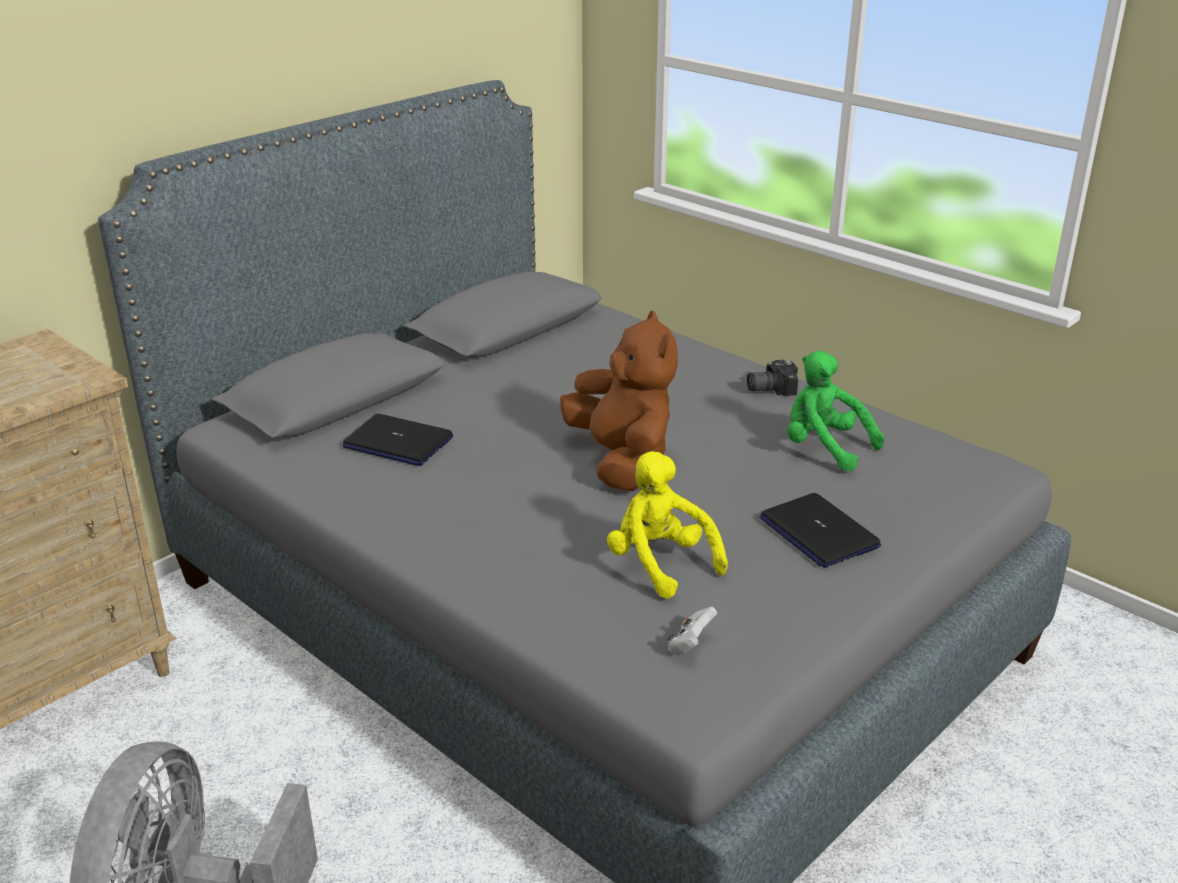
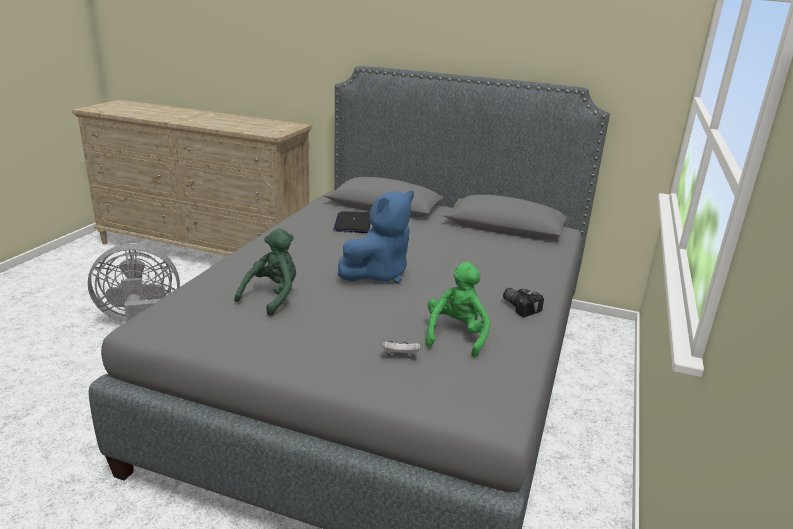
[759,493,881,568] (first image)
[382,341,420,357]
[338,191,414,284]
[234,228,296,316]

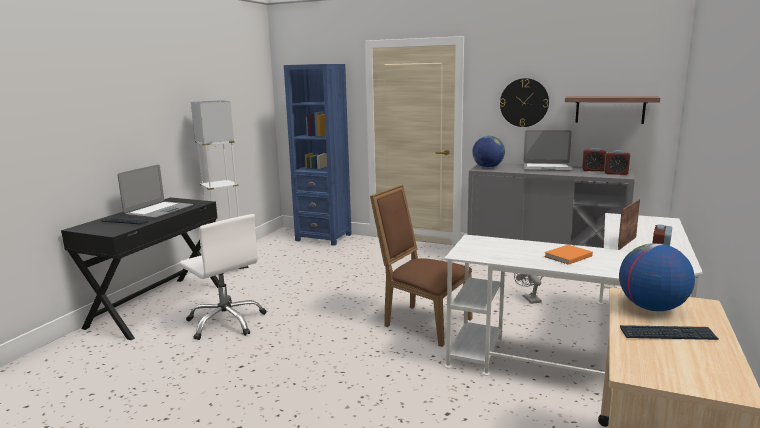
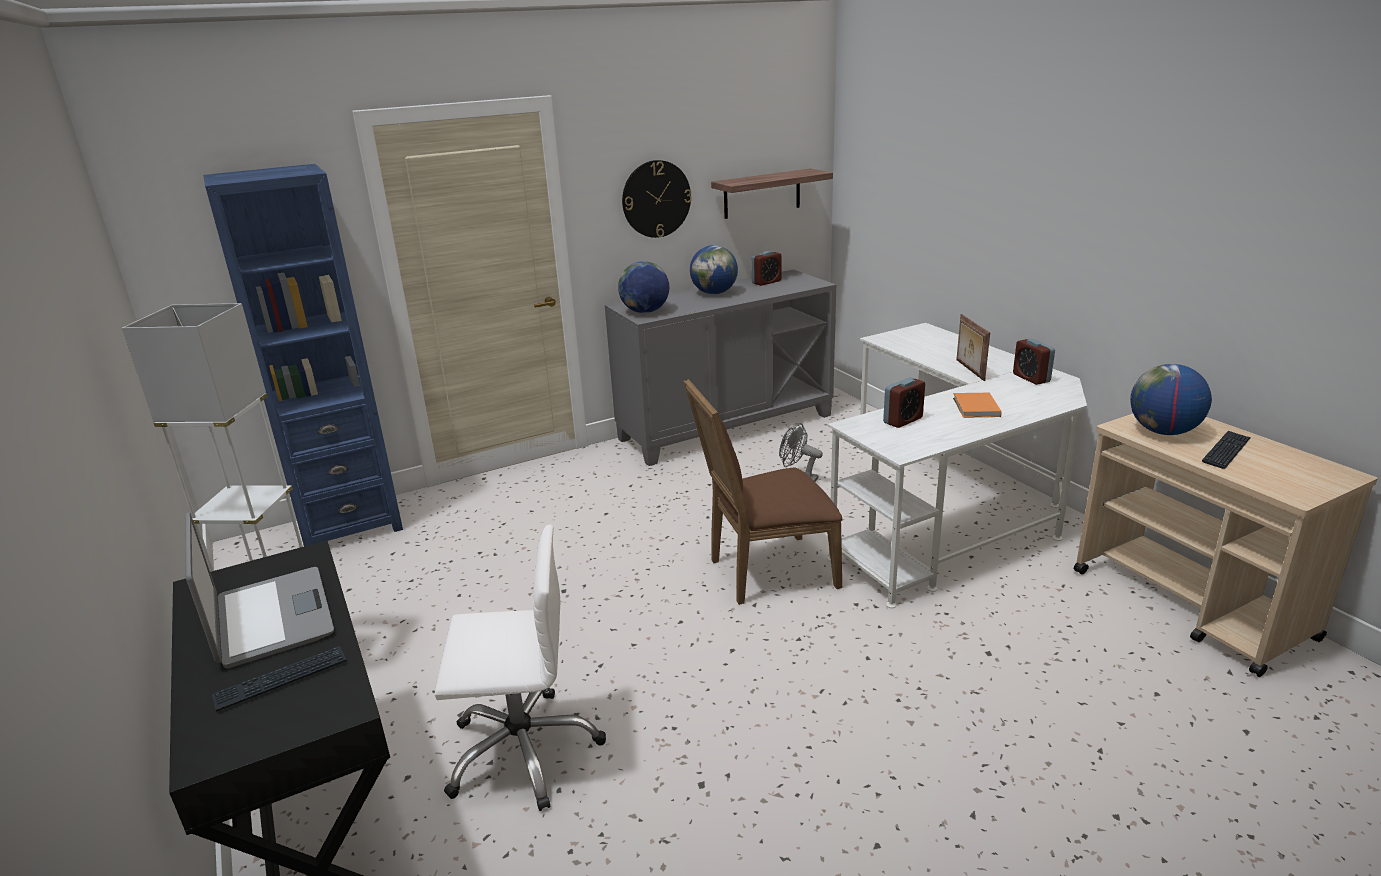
[883,377,925,428]
[690,245,738,294]

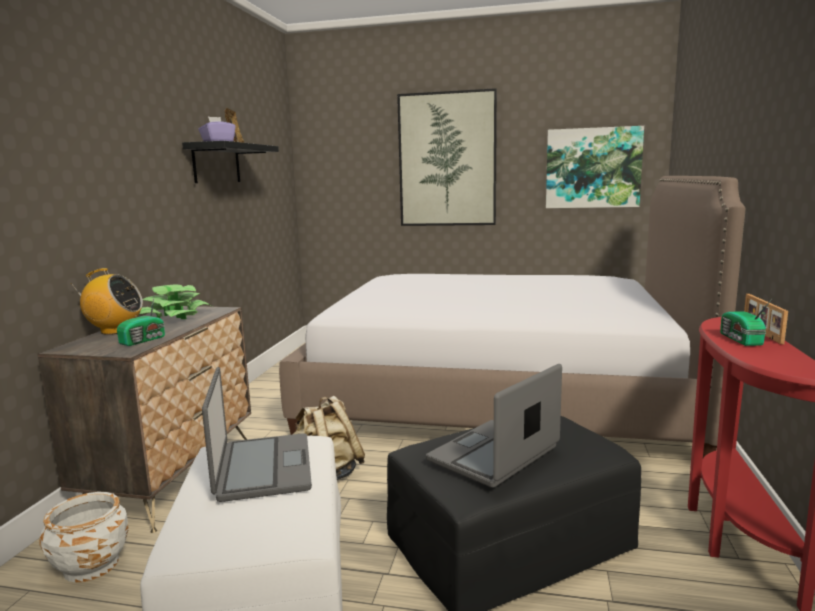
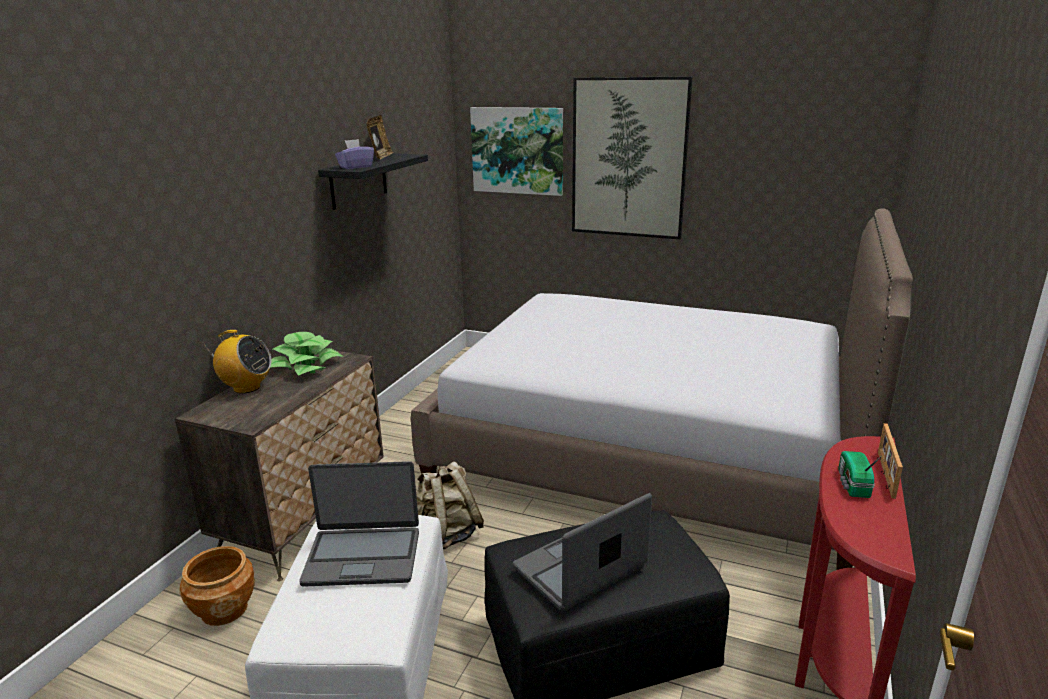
[117,298,165,346] (first image)
[470,107,563,196]
[179,546,255,626]
[299,461,419,587]

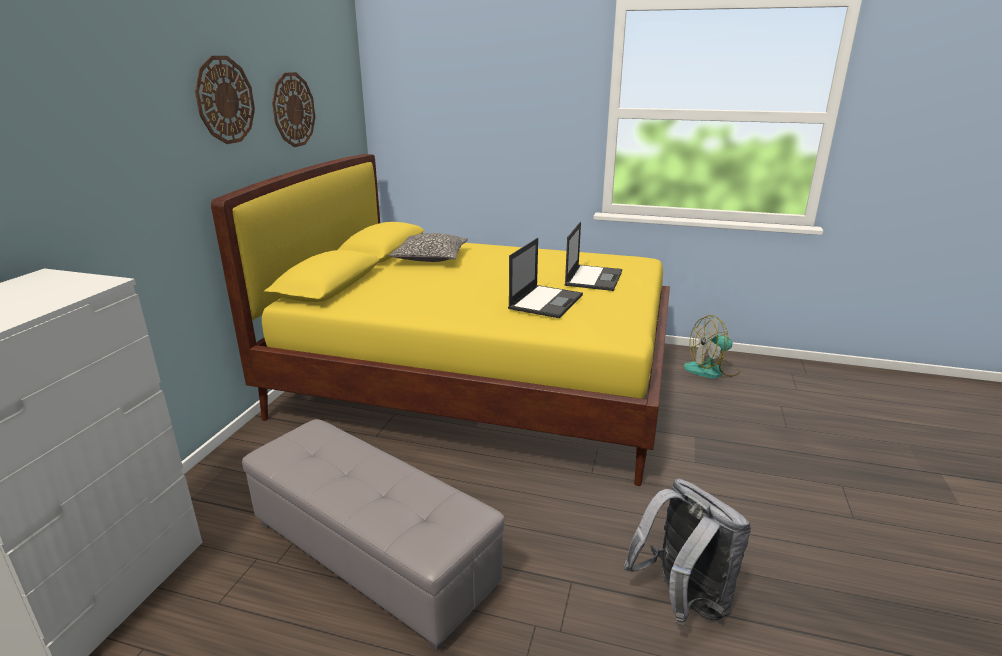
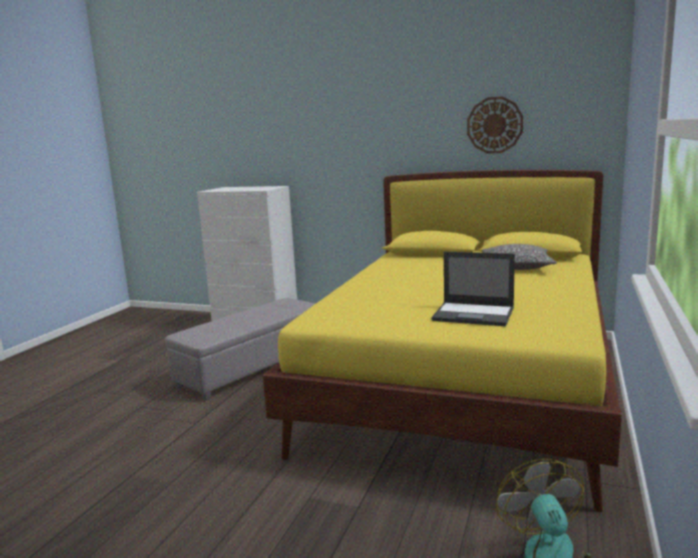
[195,56,255,144] (first image)
[508,238,583,318] (first image)
[624,478,751,625] (first image)

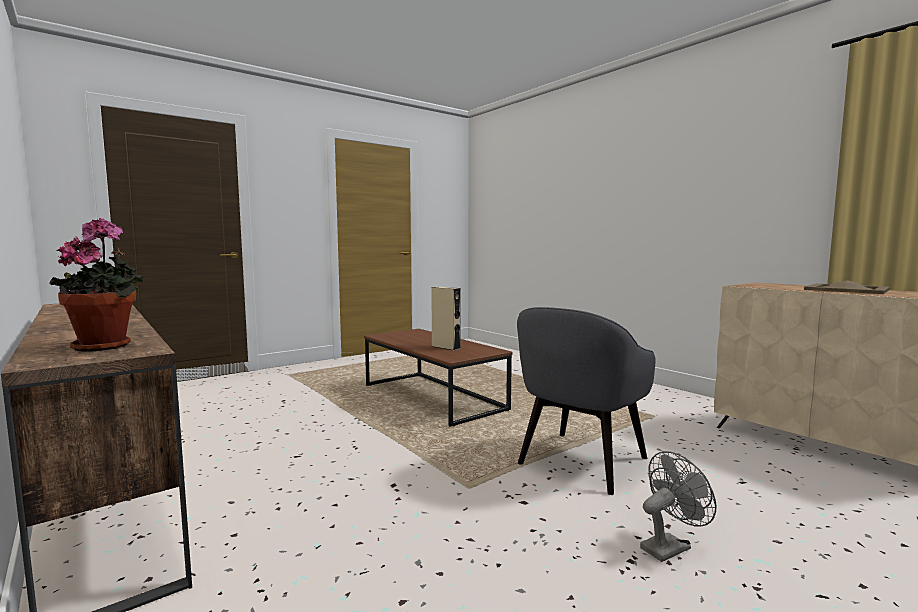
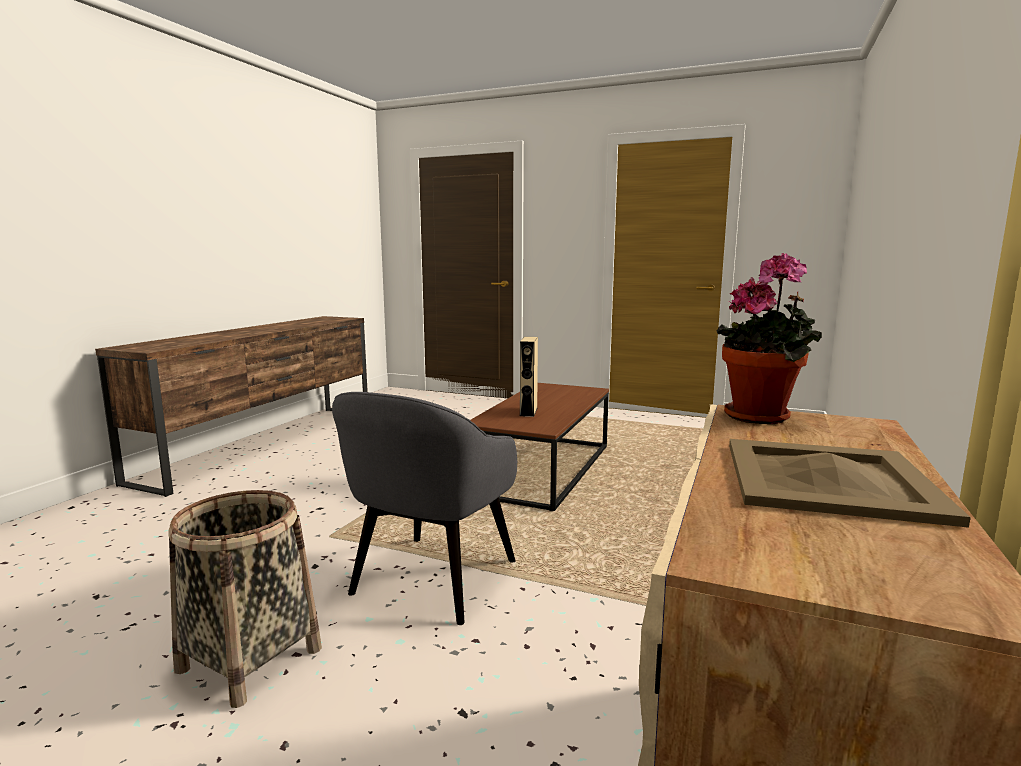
[717,253,822,424]
[168,490,322,708]
[332,392,517,625]

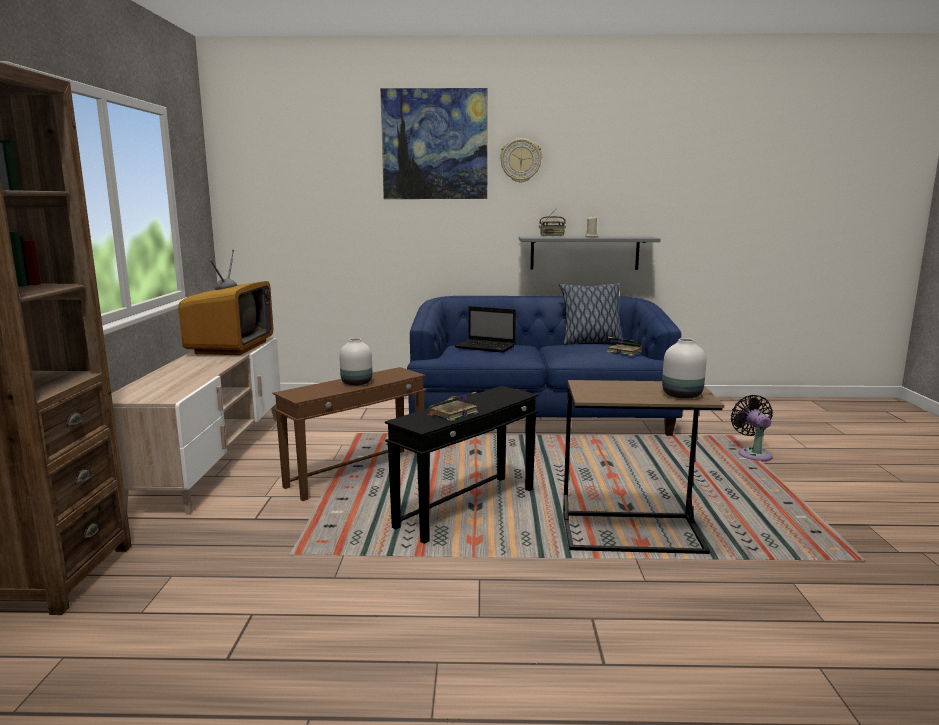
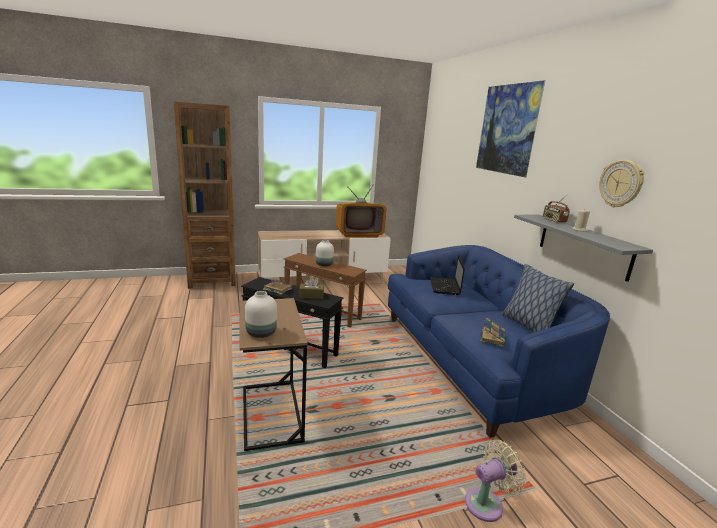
[299,277,324,299]
[599,160,645,207]
[465,440,526,522]

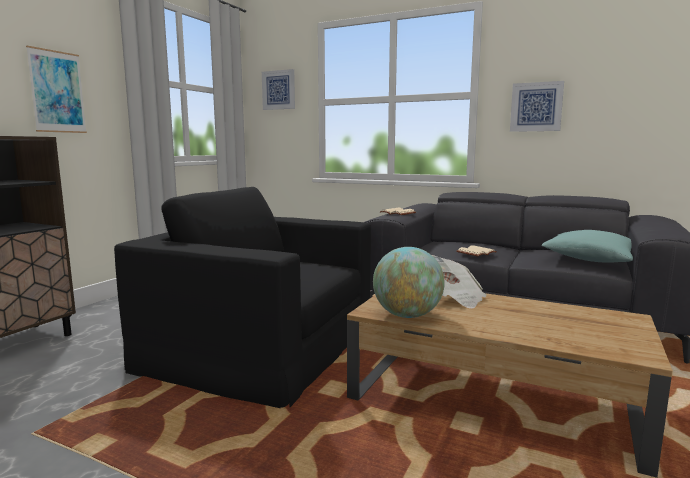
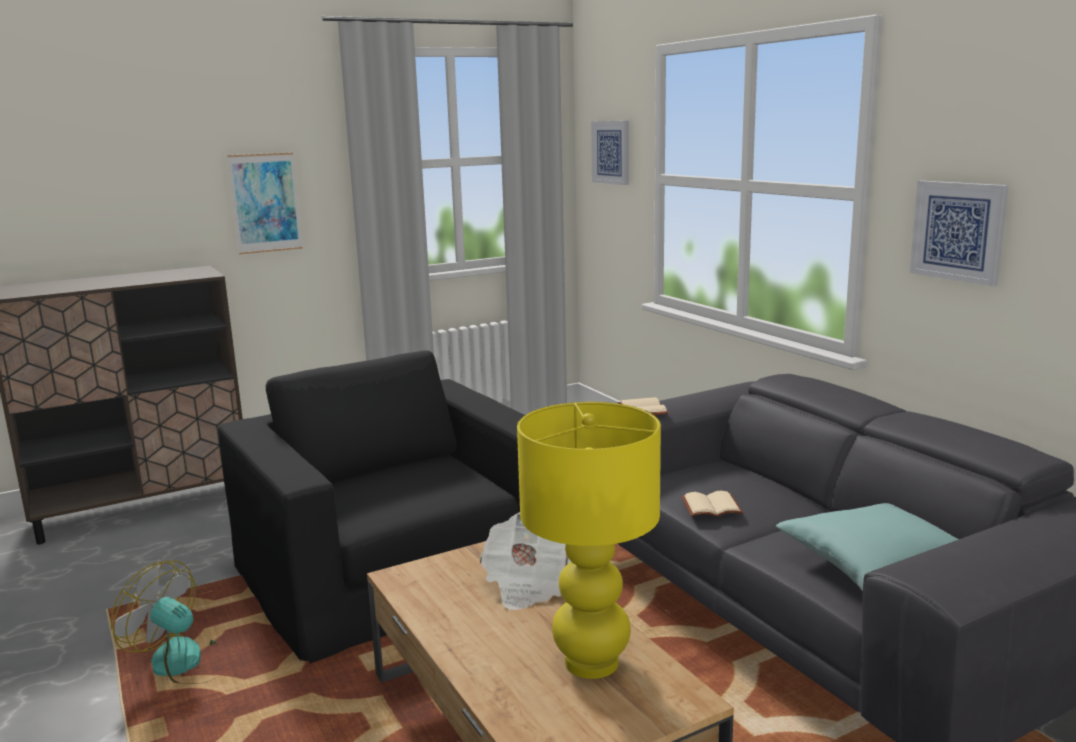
[373,247,445,318] (first image)
[110,561,217,684]
[517,402,661,679]

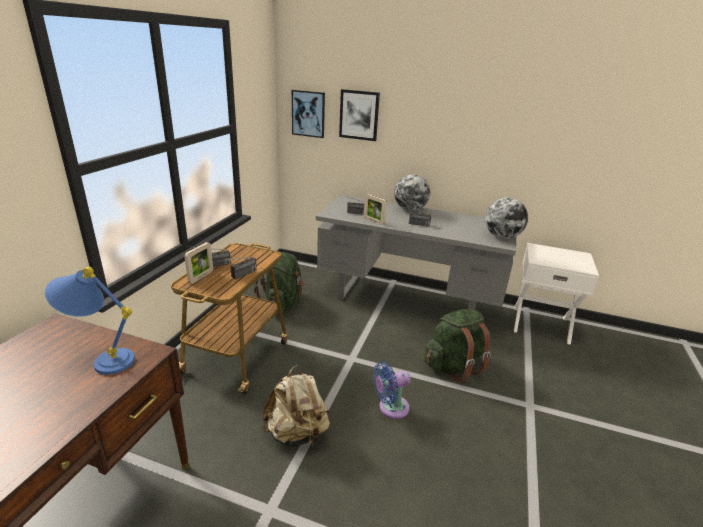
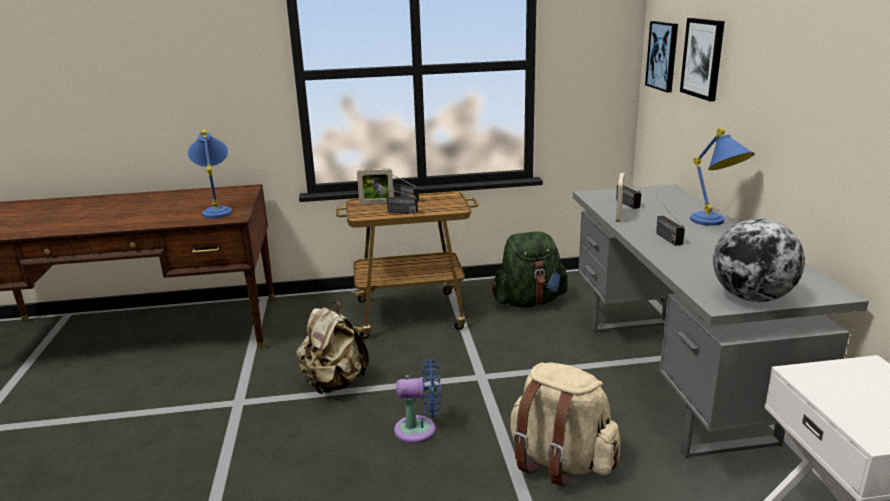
[690,128,755,226]
[511,362,620,487]
[394,359,441,443]

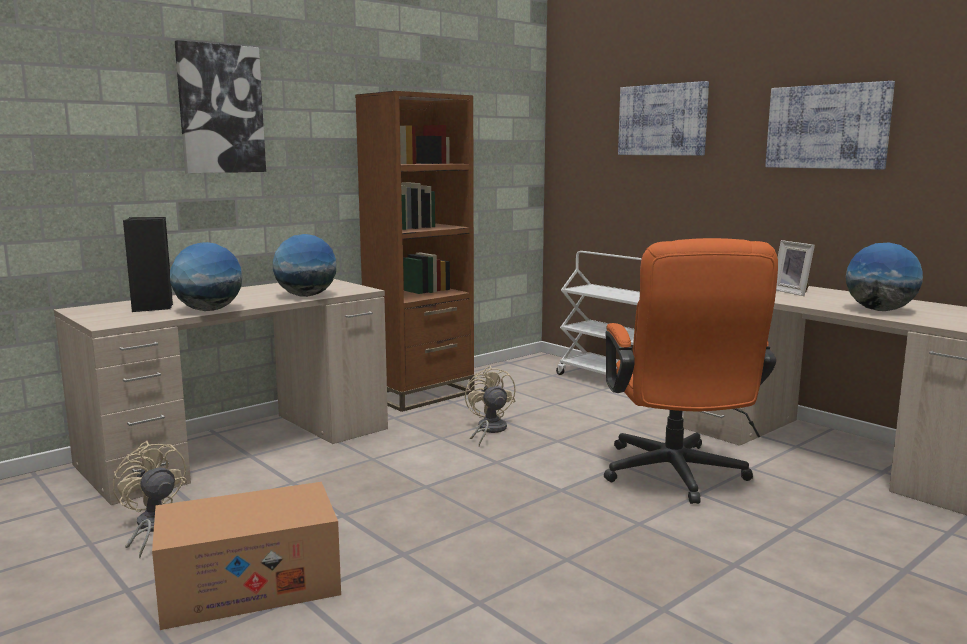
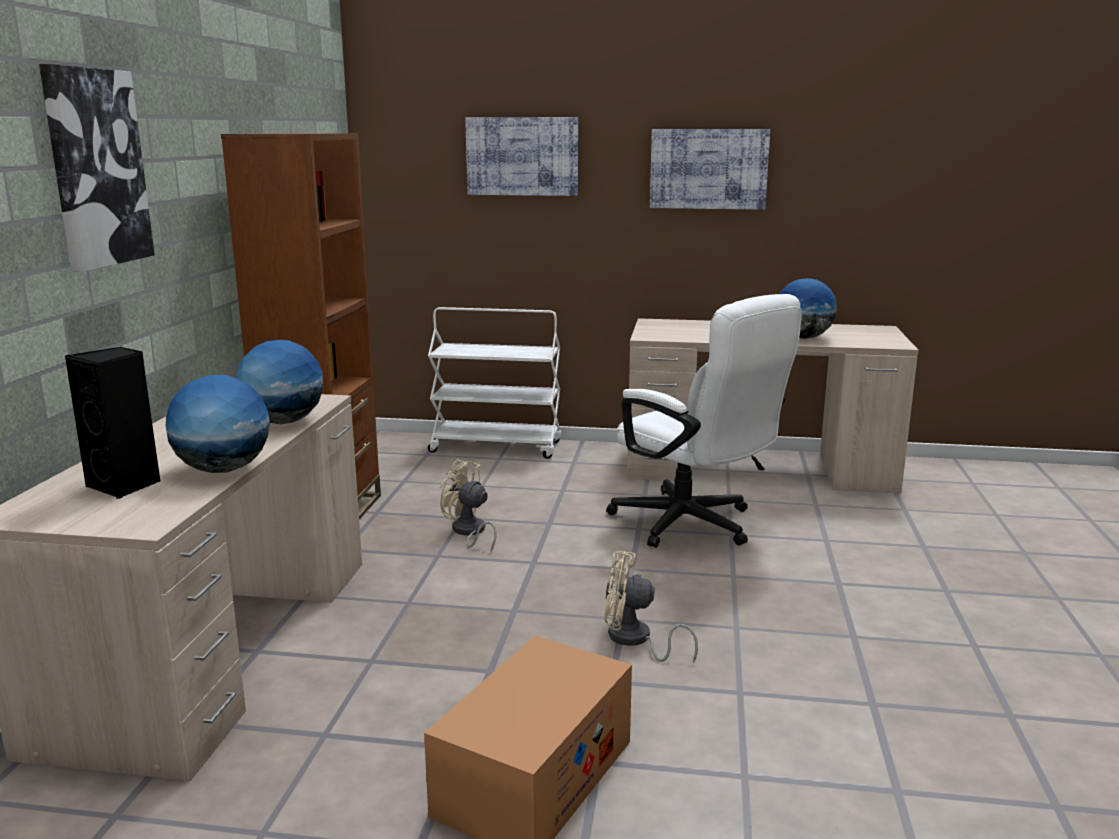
[776,240,815,296] (first image)
[604,551,698,663]
[606,294,802,548]

